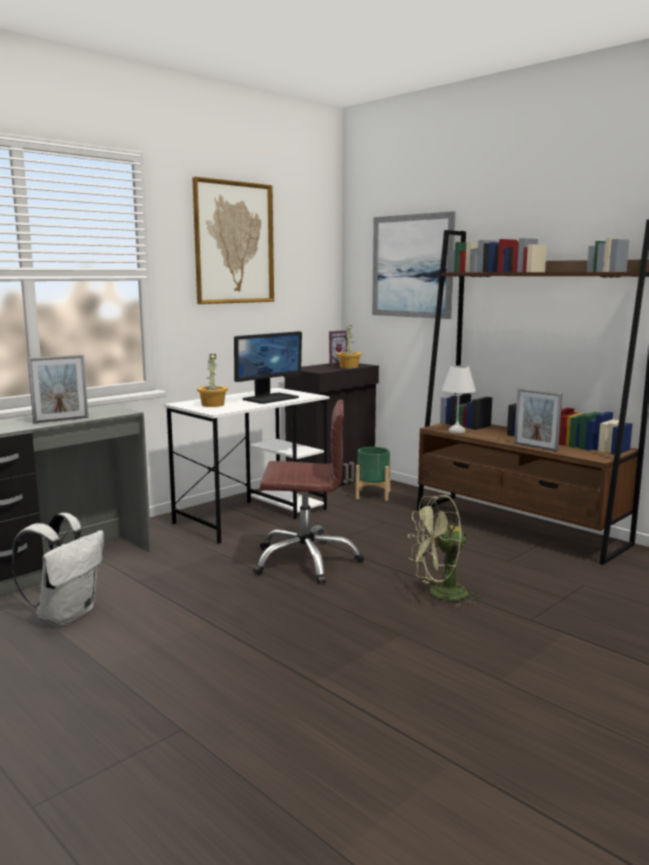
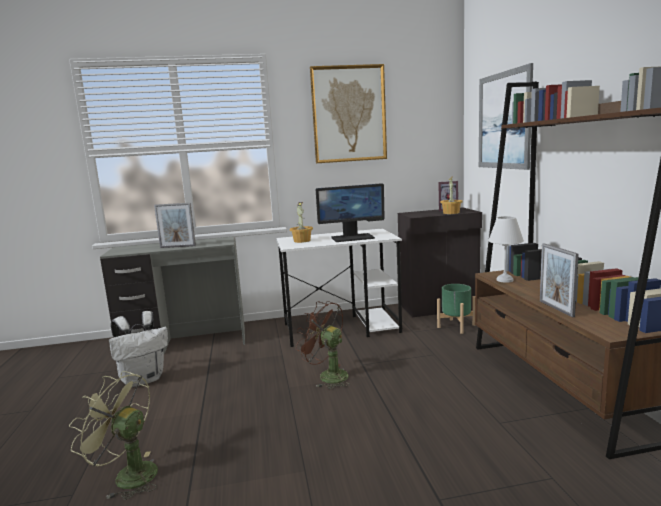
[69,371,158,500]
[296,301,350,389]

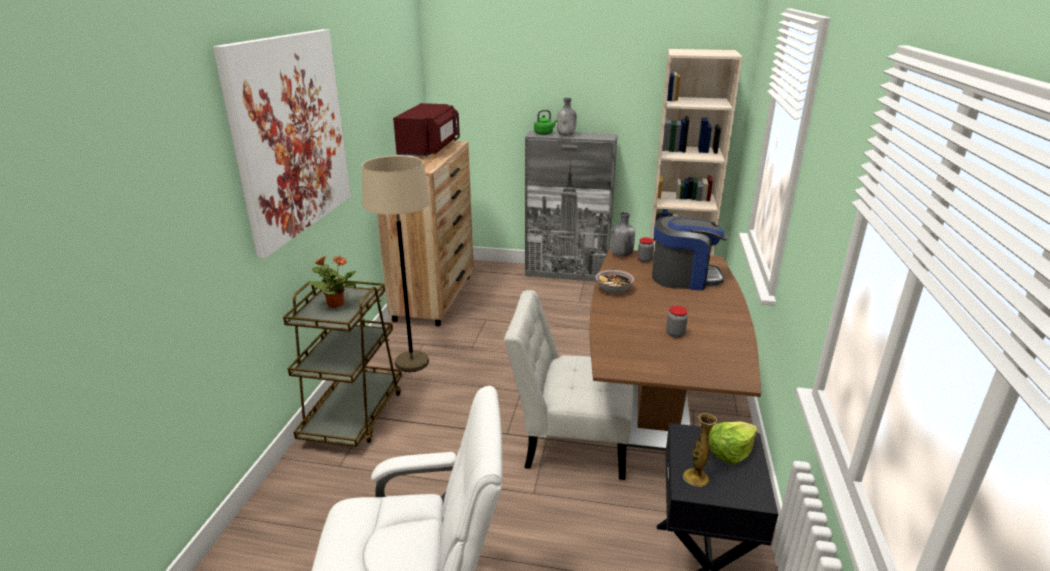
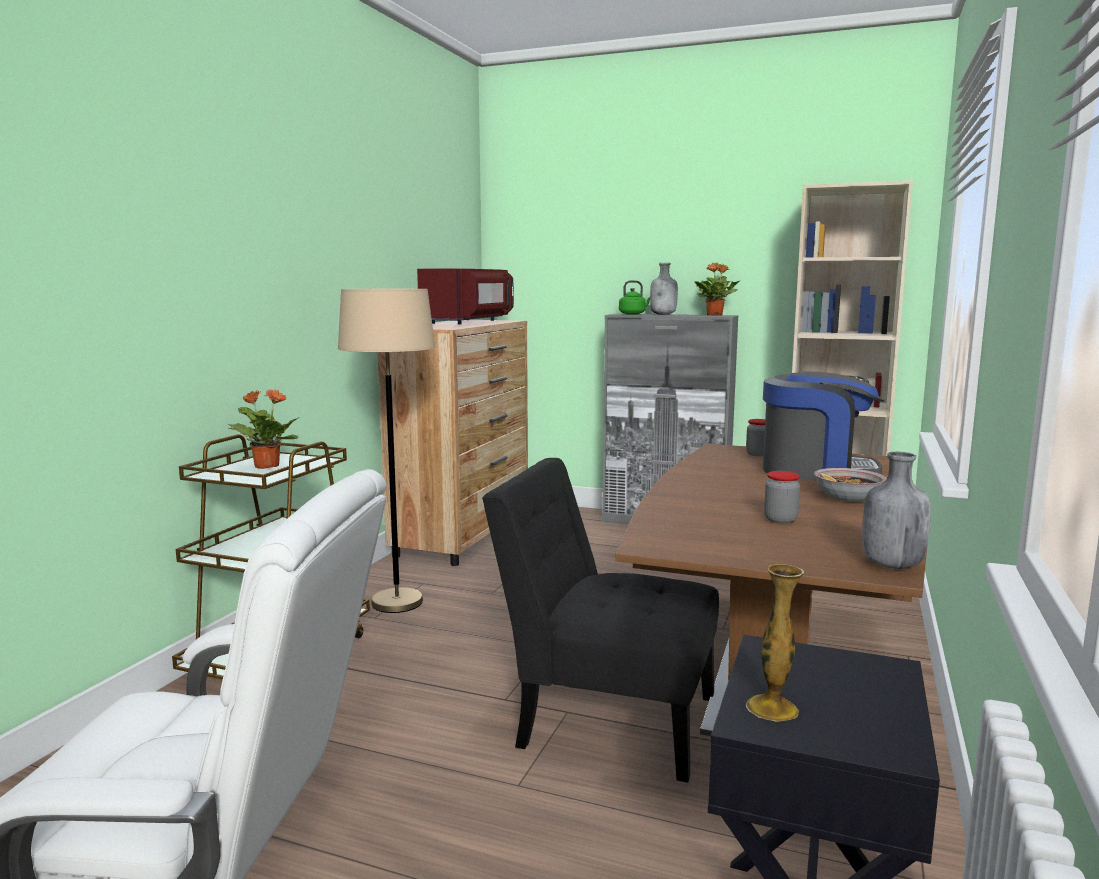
[213,29,351,258] (first image)
[709,421,758,465] (first image)
[694,263,739,316]
[814,468,887,502]
[862,452,931,569]
[482,458,719,783]

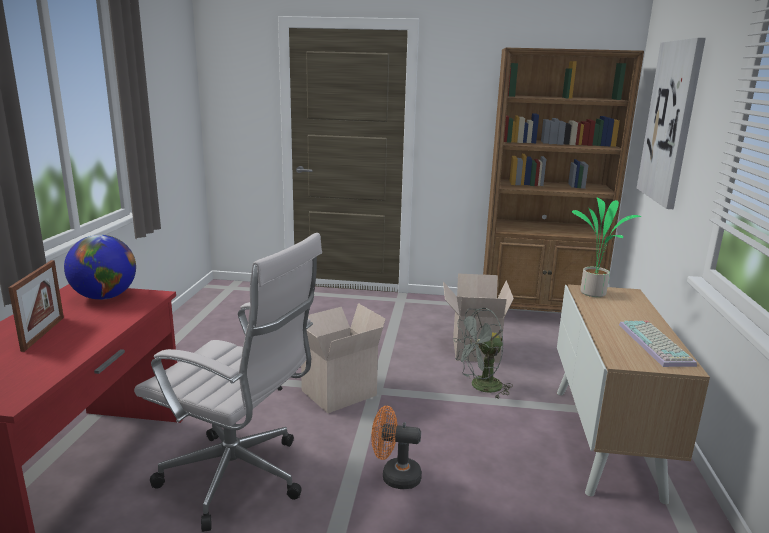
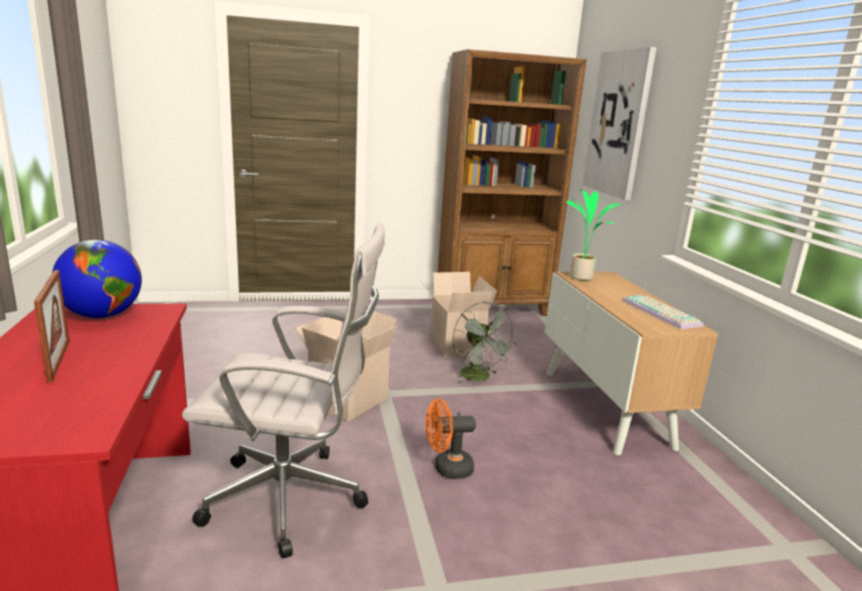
[452,301,517,384]

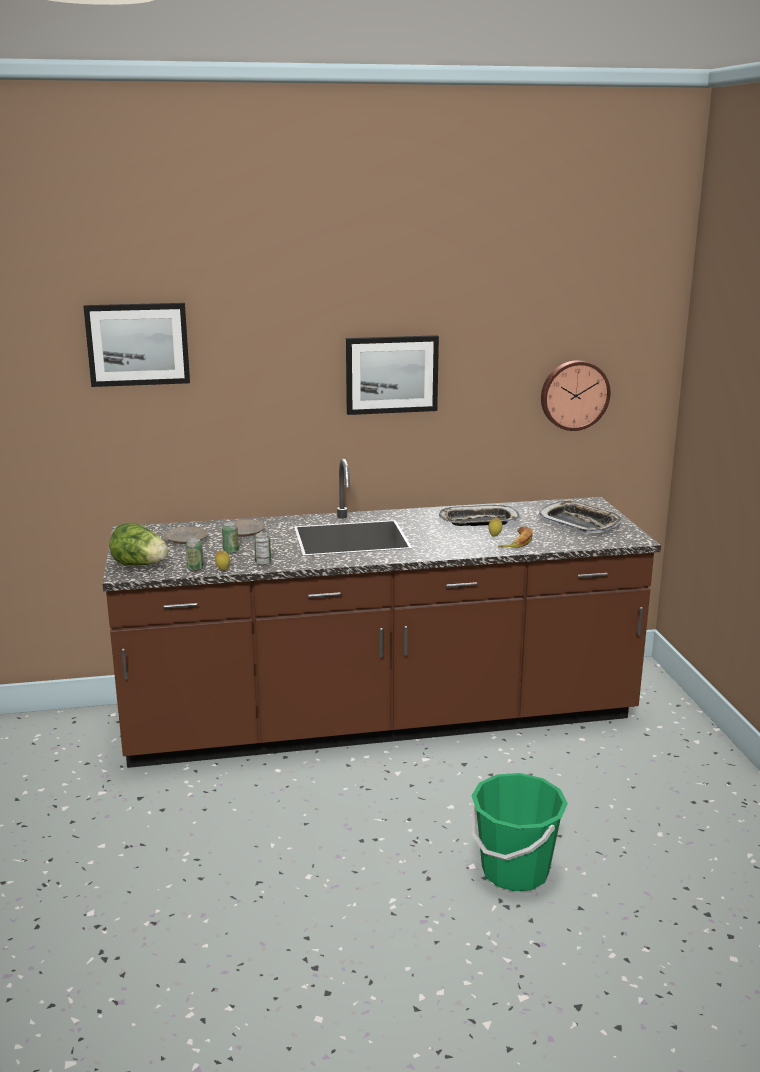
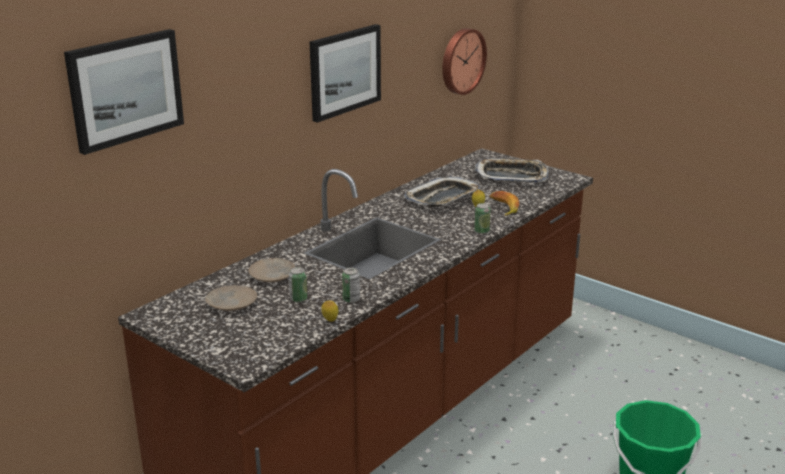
[109,523,169,566] (first image)
[474,203,490,234]

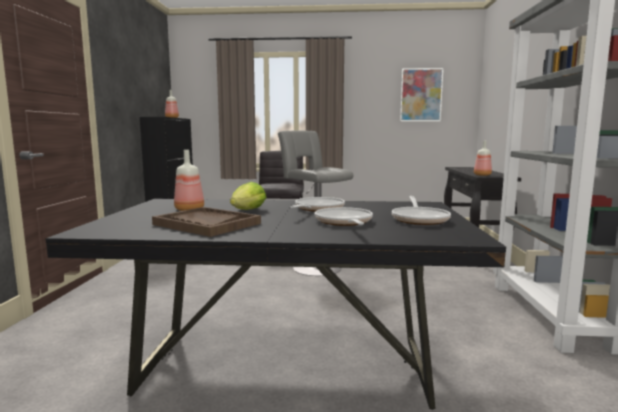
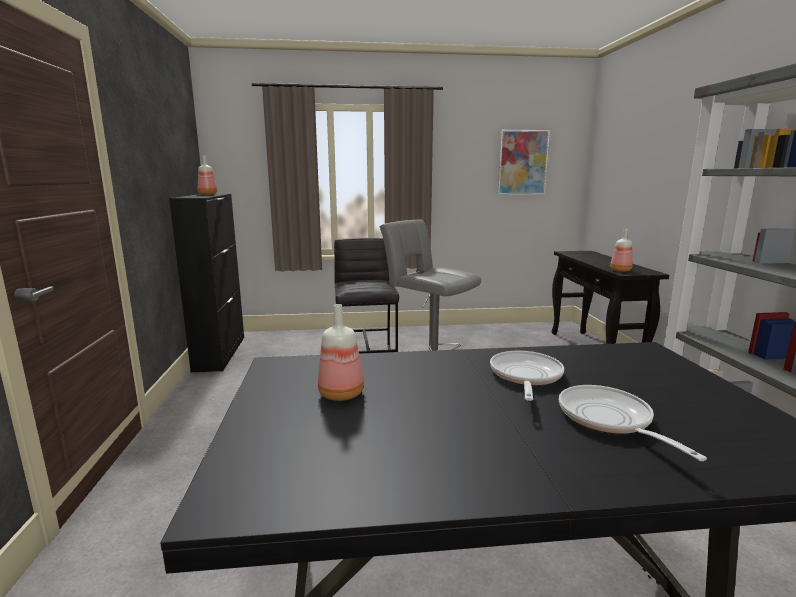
[152,207,261,237] (first image)
[230,182,266,210] (first image)
[392,196,451,225] (first image)

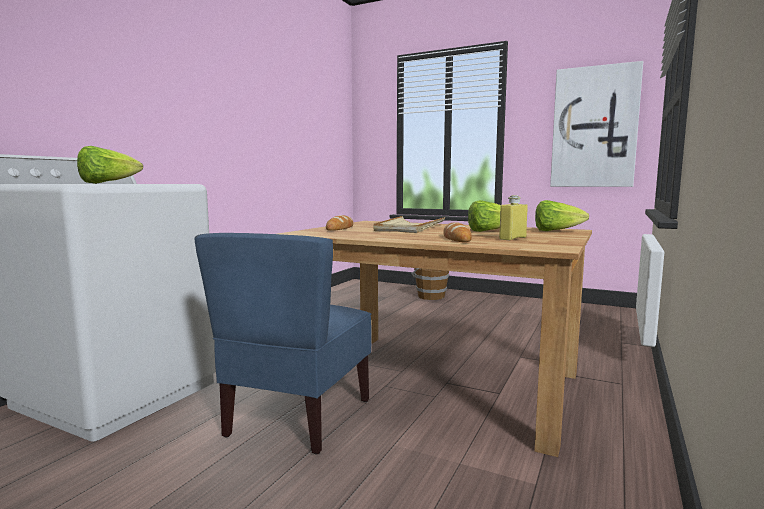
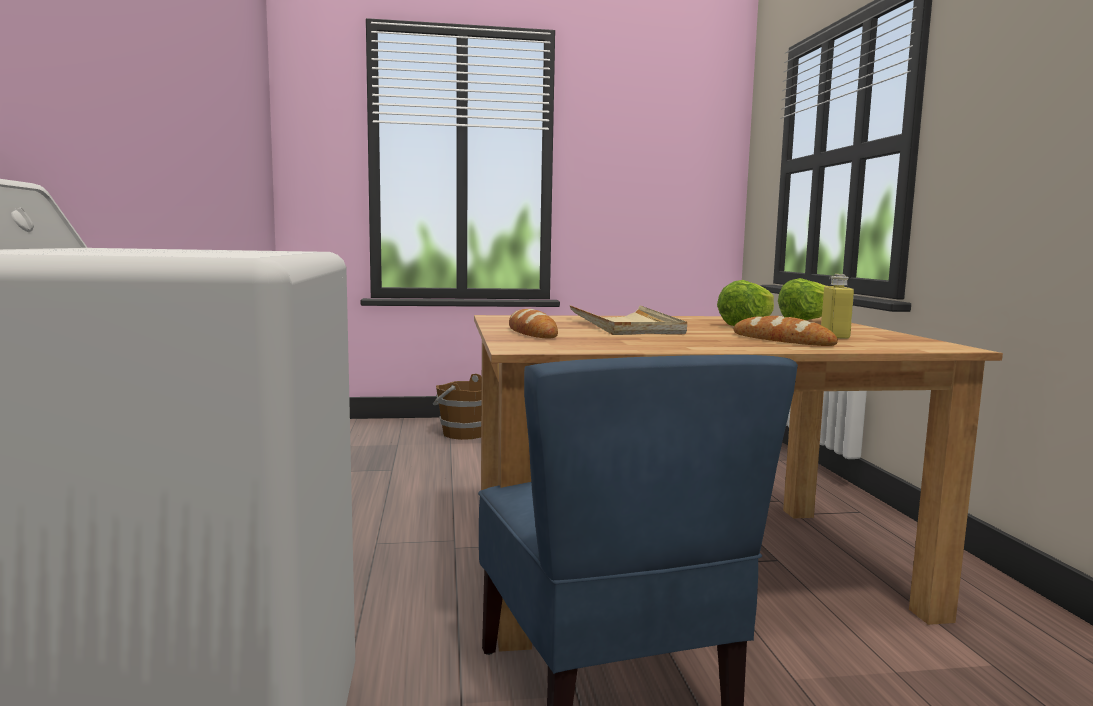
[77,146,143,184] (first image)
[550,61,643,187] (first image)

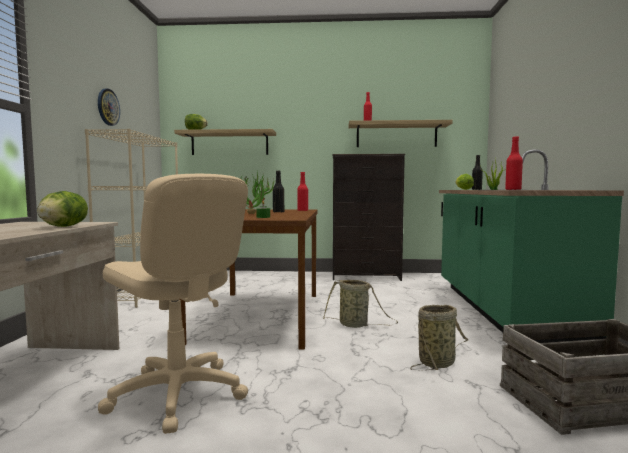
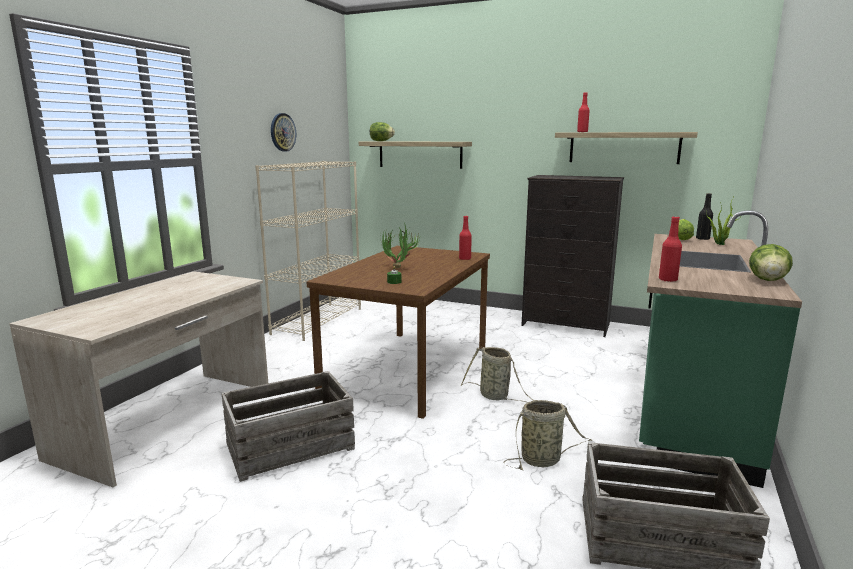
[273,171,284,212] (first image)
[749,244,793,281]
[222,371,355,482]

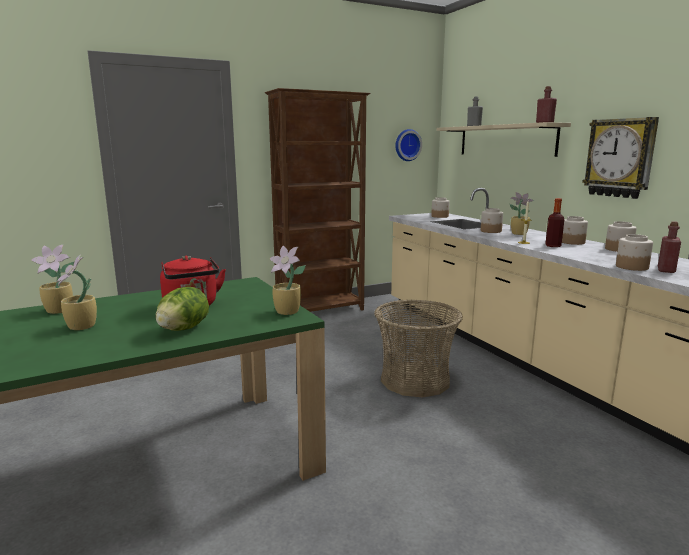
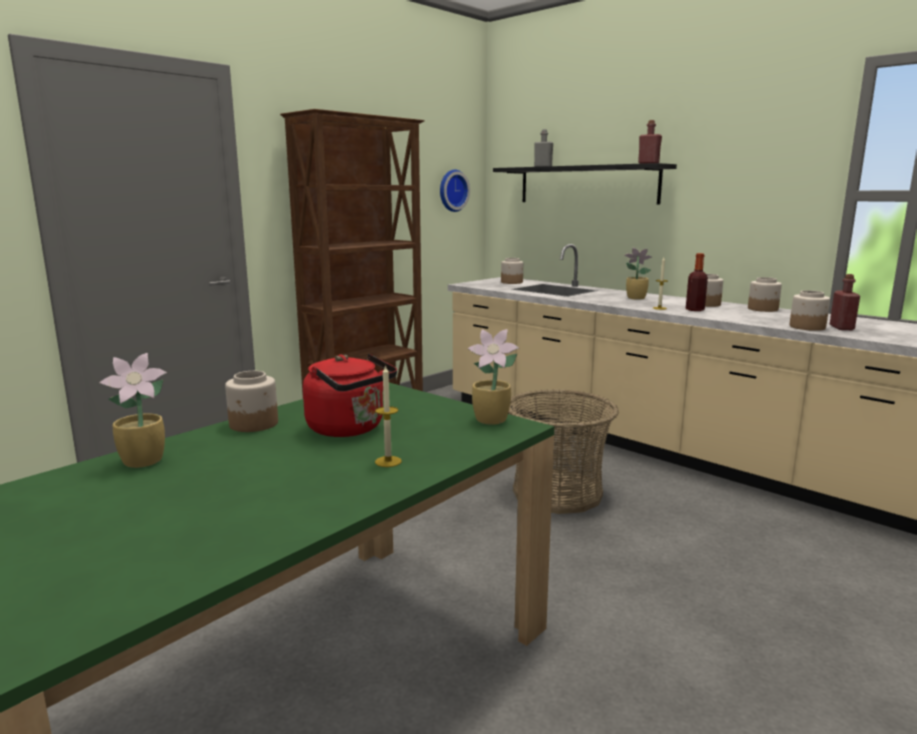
[57,254,97,330] (first image)
[582,117,659,199] (first image)
[225,371,278,432]
[375,365,402,467]
[493,163,677,204]

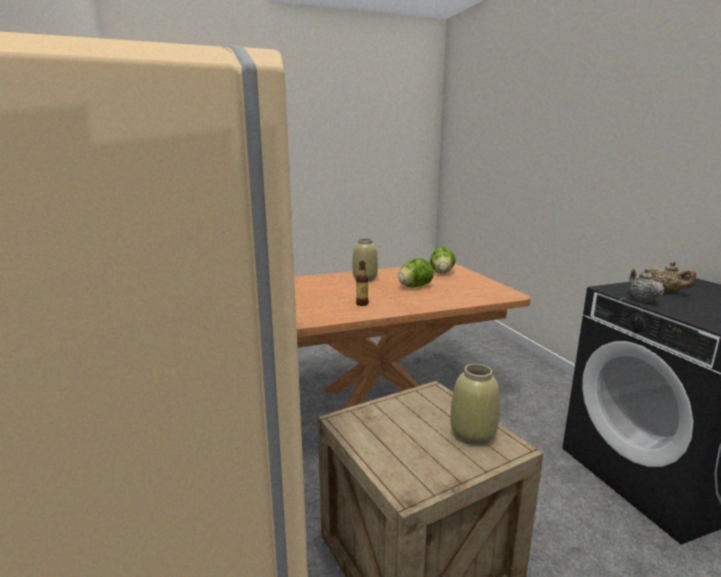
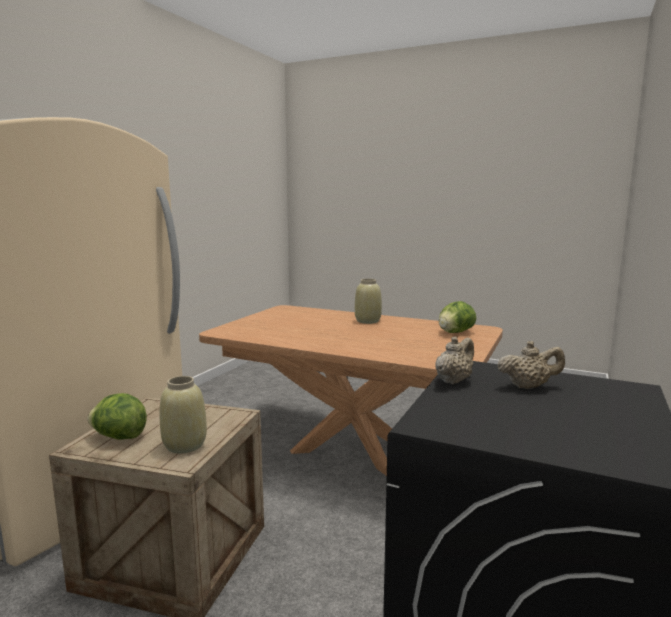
[356,261,368,306] (first image)
[87,393,147,439]
[497,341,565,389]

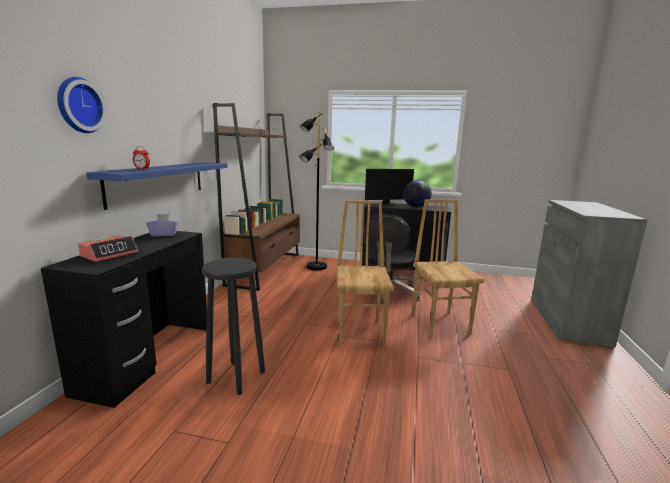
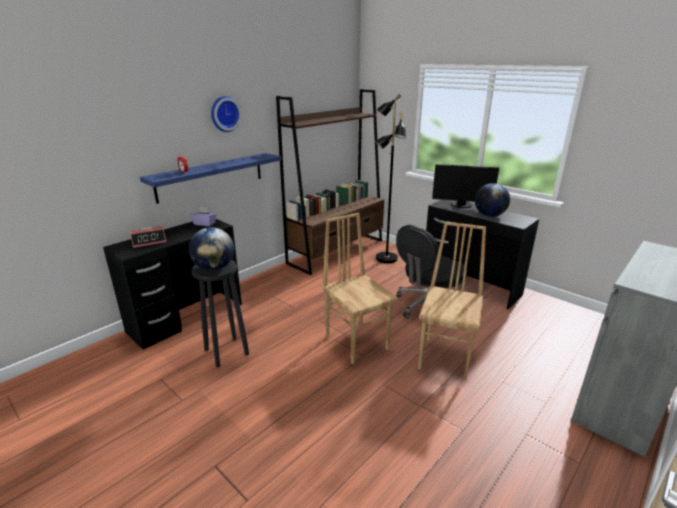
[189,227,234,271]
[211,96,242,132]
[322,213,398,364]

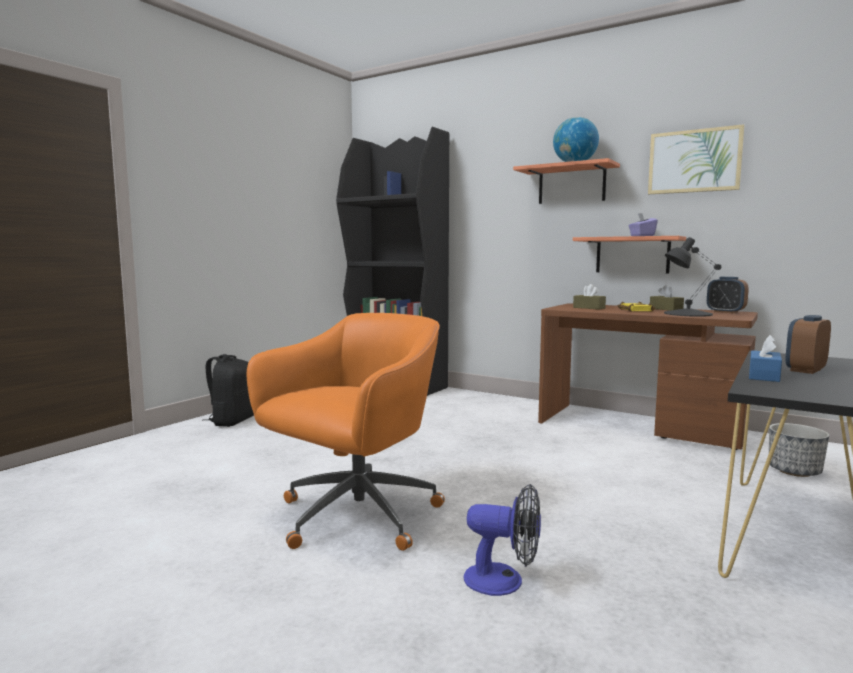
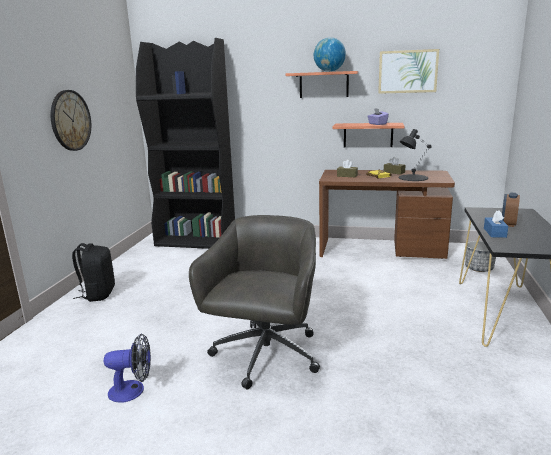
[707,277,749,313] (first image)
[51,90,91,151]
[104,333,151,402]
[189,215,320,390]

